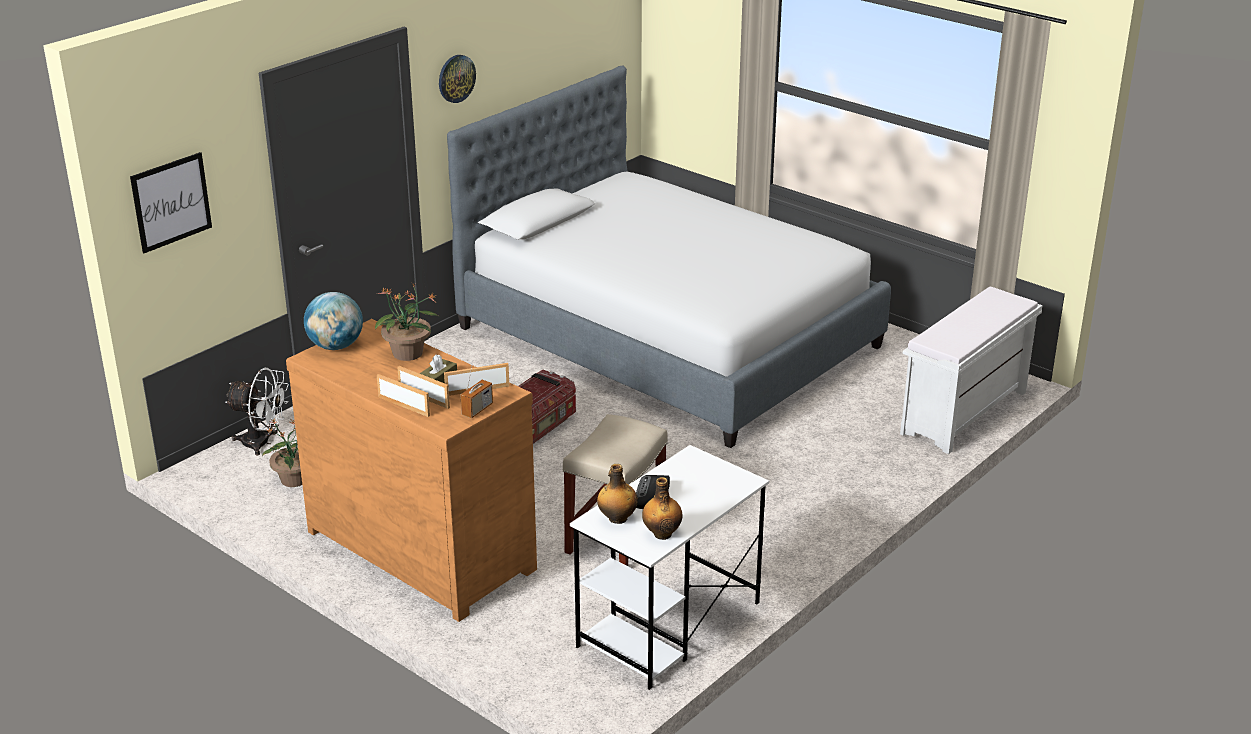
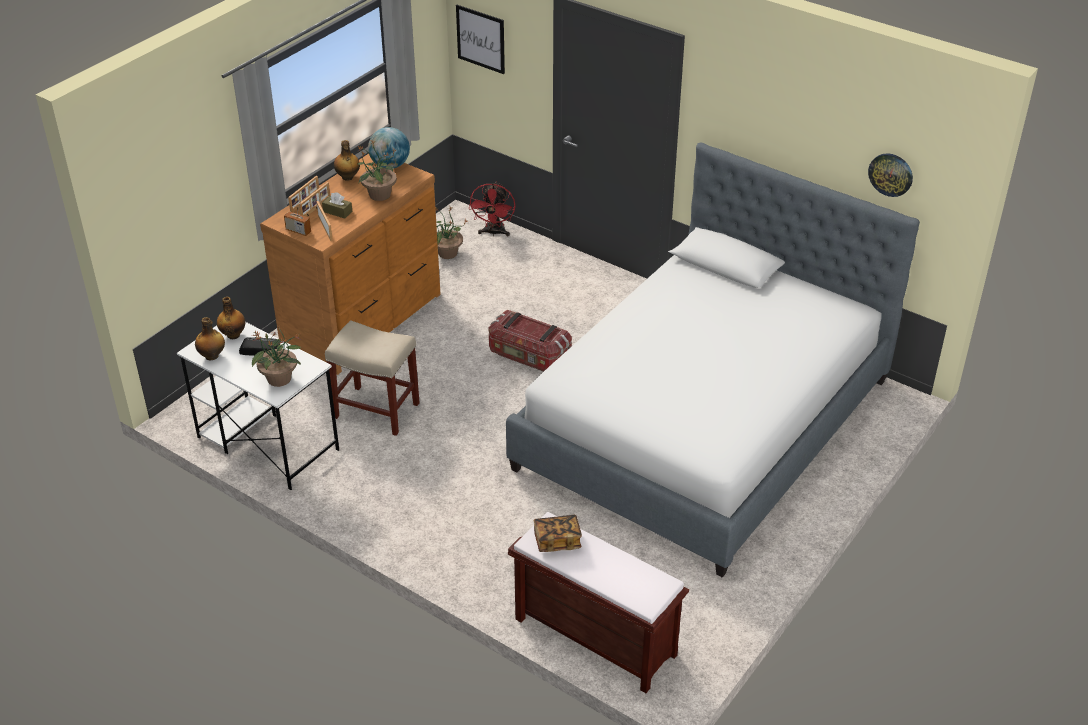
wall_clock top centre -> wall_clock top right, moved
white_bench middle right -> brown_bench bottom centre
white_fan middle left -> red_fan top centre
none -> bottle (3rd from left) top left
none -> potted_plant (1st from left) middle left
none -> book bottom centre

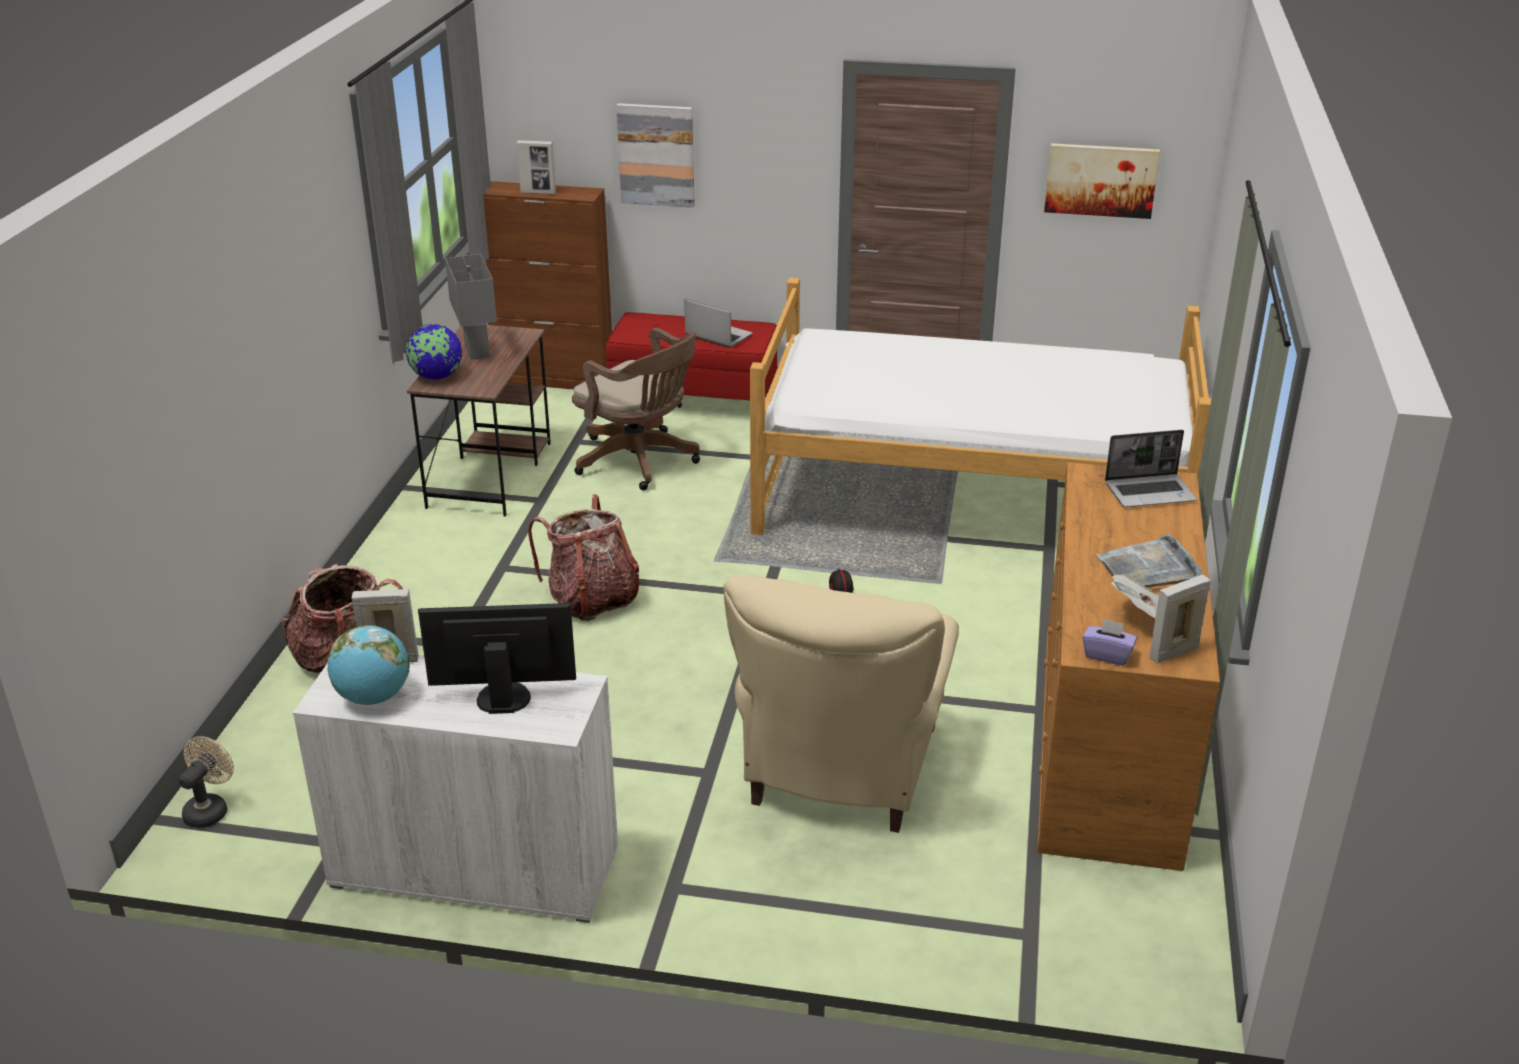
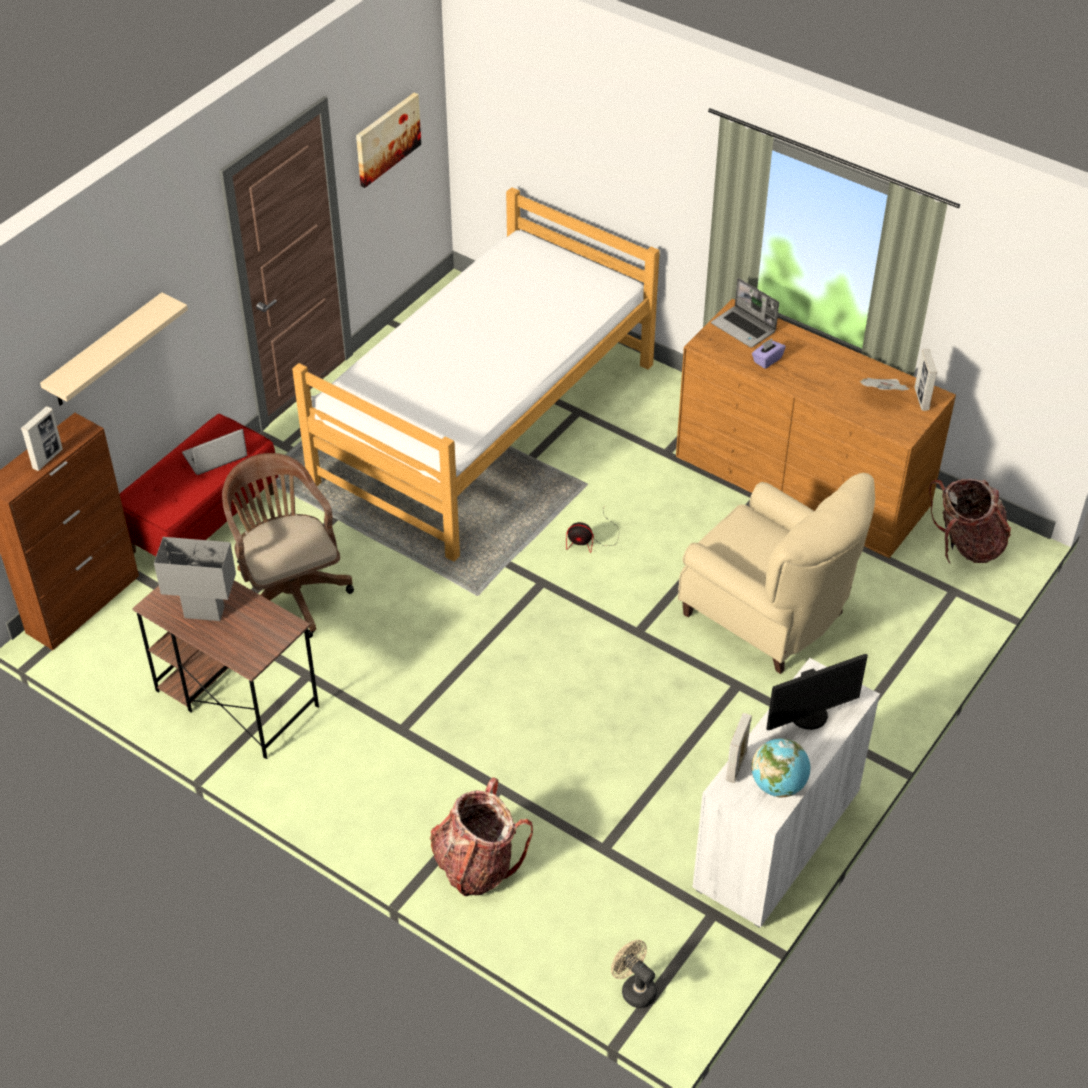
picture (1st from left) top centre -> beige_shelf top left
globe (2nd from left) top left -> none
brown_office_chair centre -> brown_office_chair middle left, 90 degrees counterclockwise
laptop (2nd from left) middle right -> laptop (2nd from left) top right, 120 degrees clockwise
backpack (2nd from left) centre -> backpack (2nd from left) middle right, moved
grey_tray middle right -> none
monitor middle left -> monitor middle right, 135 degrees counterclockwise
purple_tissue_box middle right -> purple_tissue_box top right, moved

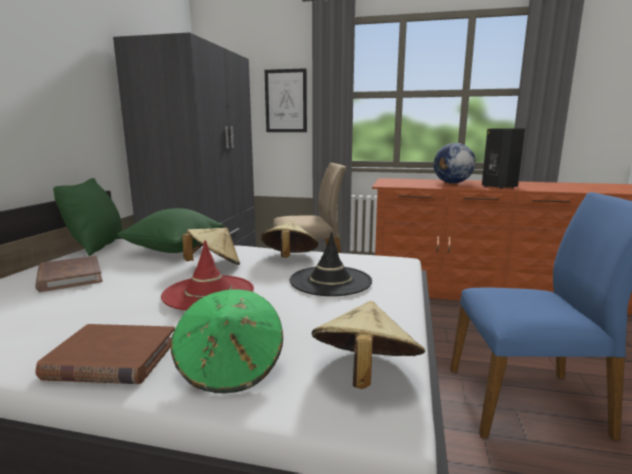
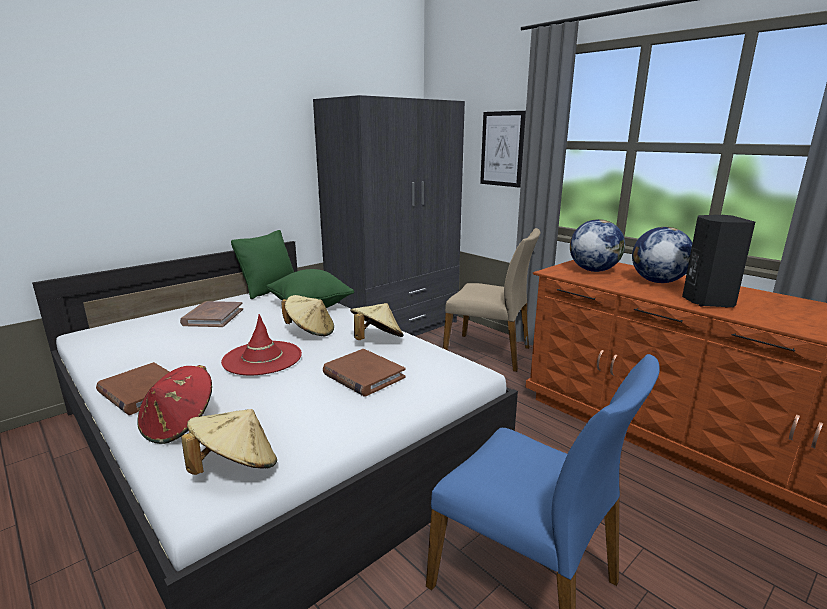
black_hat centre -> brown_book (3rd from left) centre
green_hat bottom centre -> red_hat (1st from left) middle left
none -> globe (1st from left) middle right

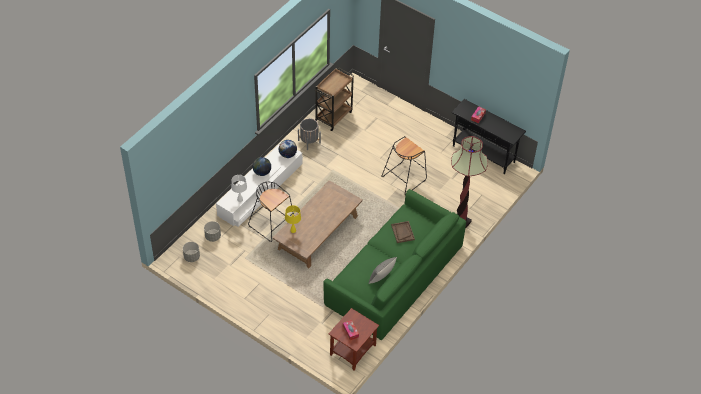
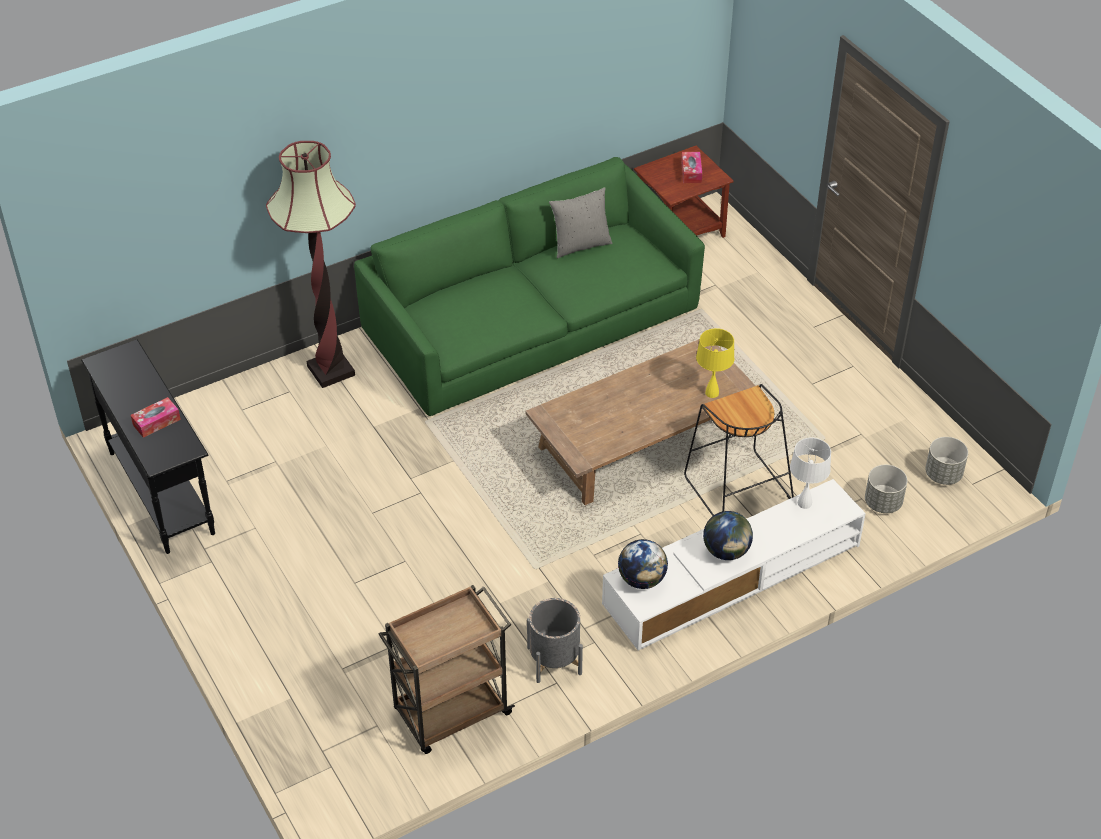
black_stool (2nd from left) centre -> none
brown_tray centre -> none

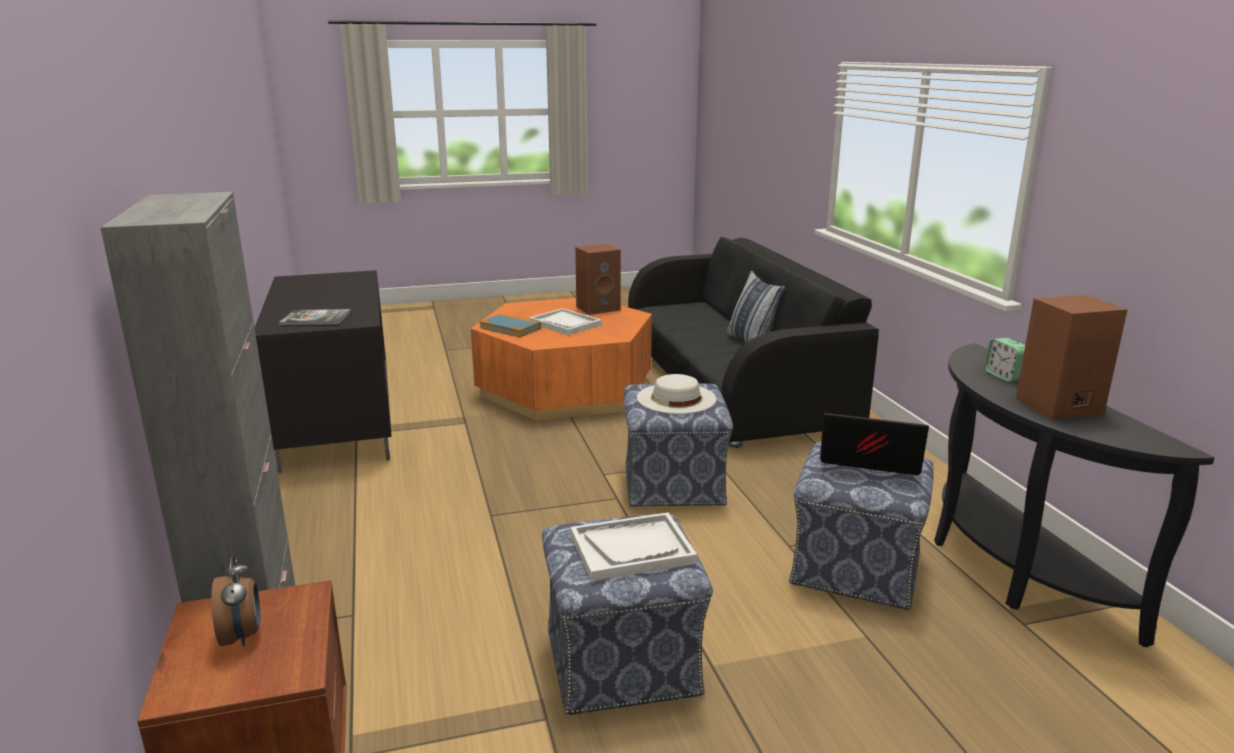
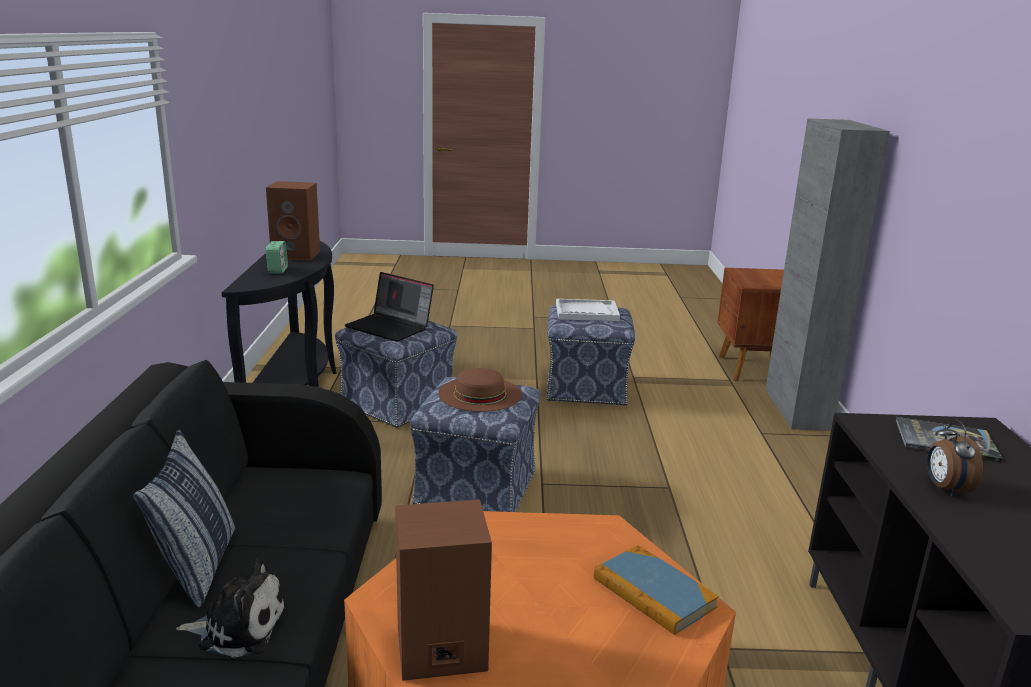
white_tray (1st from left) centre -> none
white_hat centre -> brown_hat centre
alarm_clock (1st from left in the first image) bottom left -> alarm_clock (2nd from left) bottom right, moved
none -> plush_toy bottom left

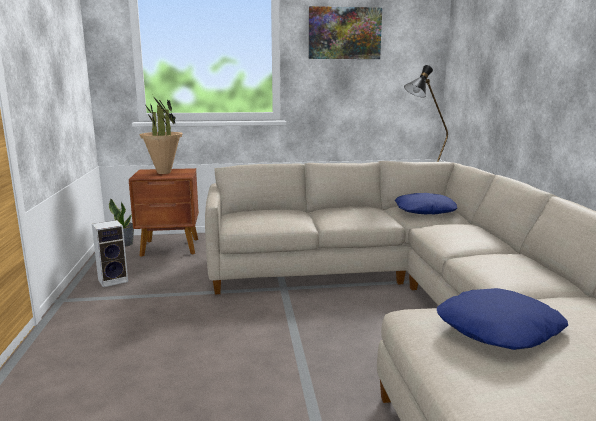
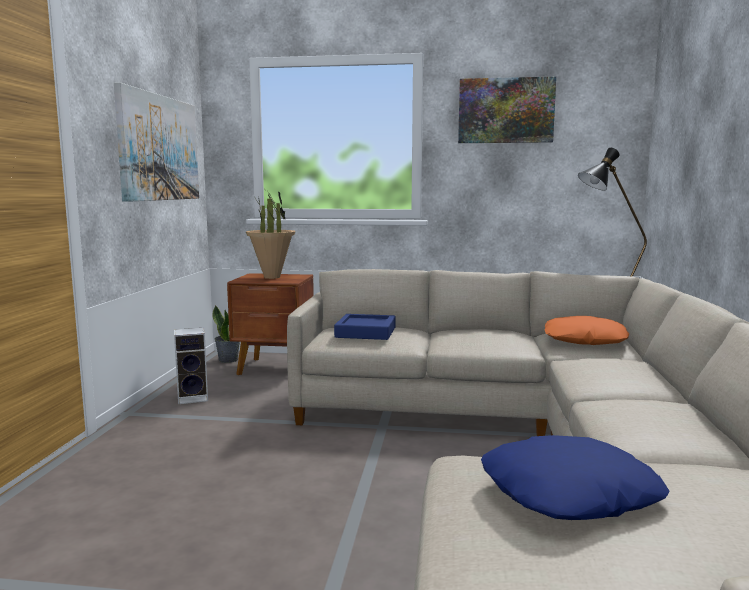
blue_pillow (1st from left) middle right -> orange_pillow middle right
none -> picture (1st from left) top left
none -> blue_tray centre

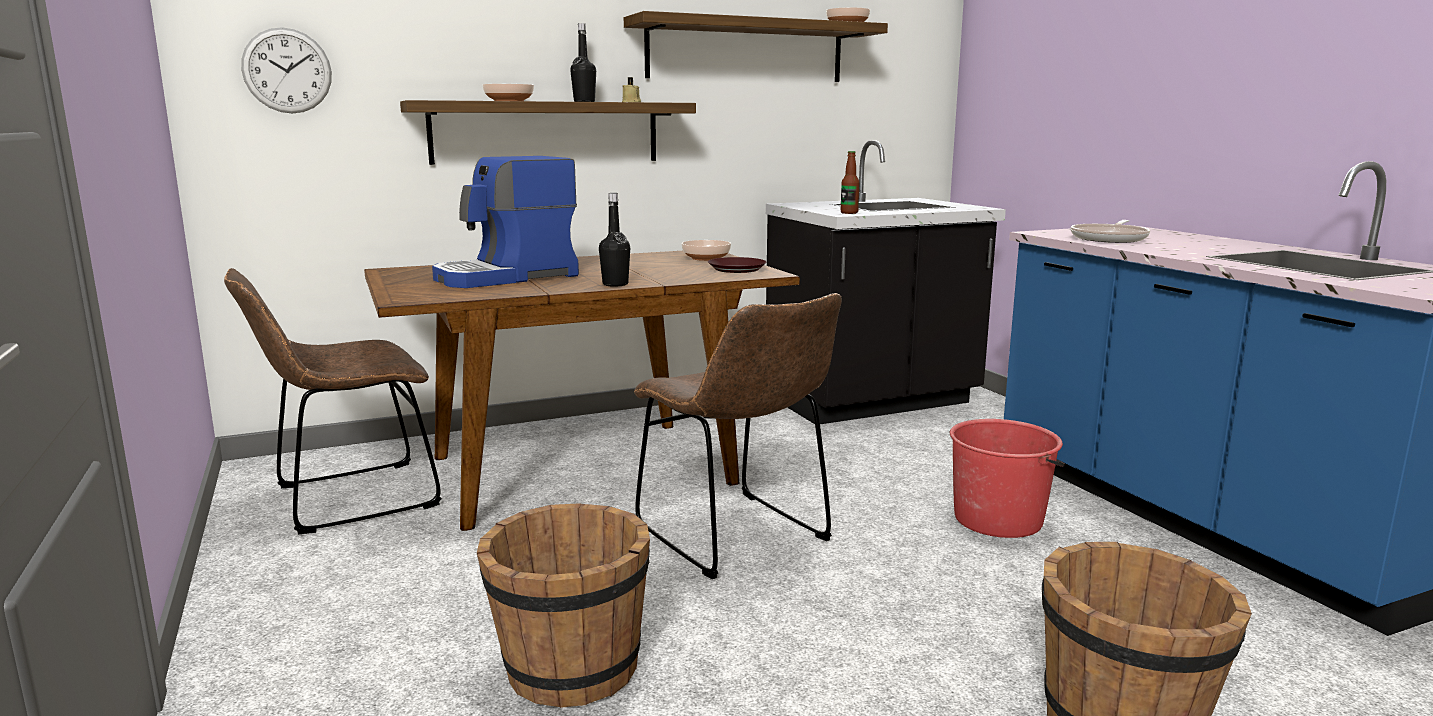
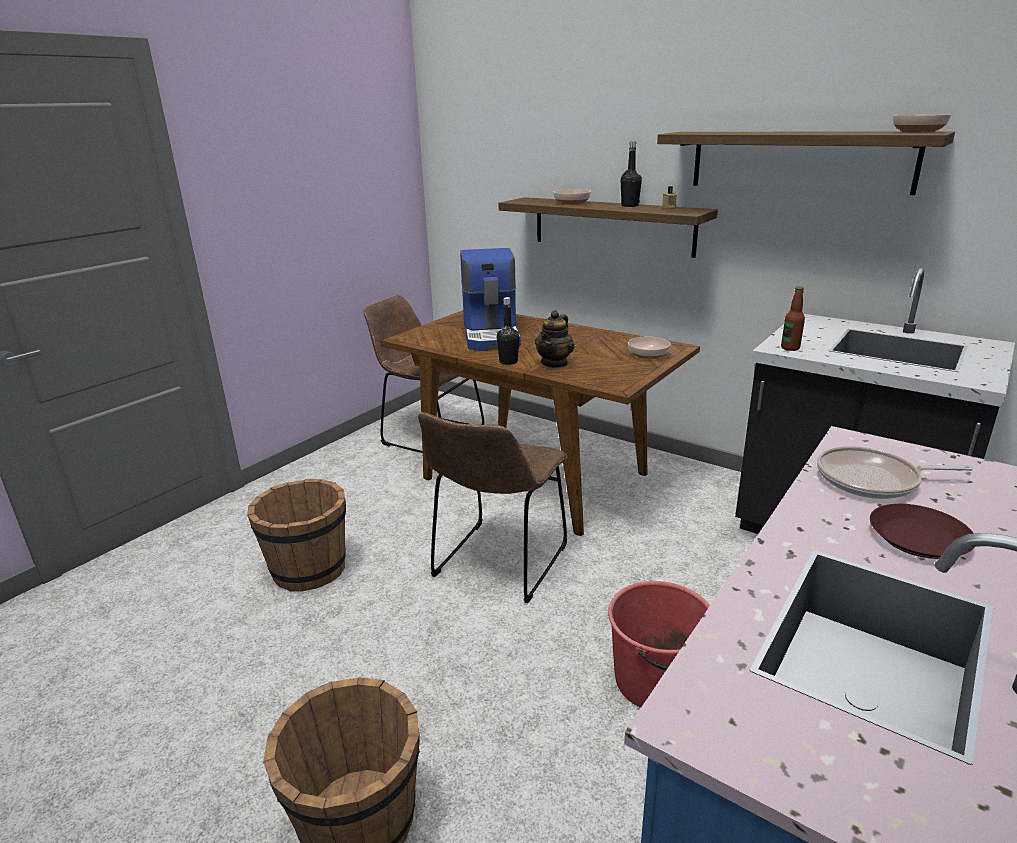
wall_clock top left -> none
coffee_machine top centre -> coffee_machine centre, 120 degrees counterclockwise
brown_plate centre -> brown_plate middle right, moved
none -> teapot centre

